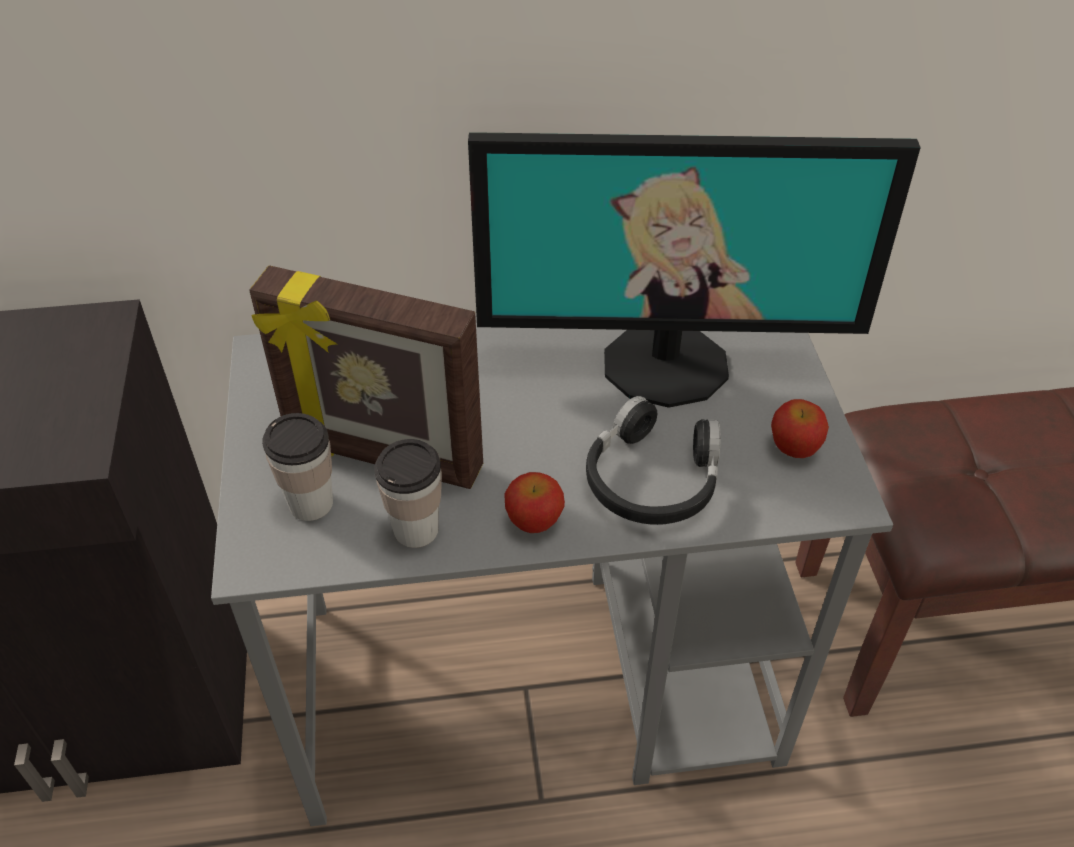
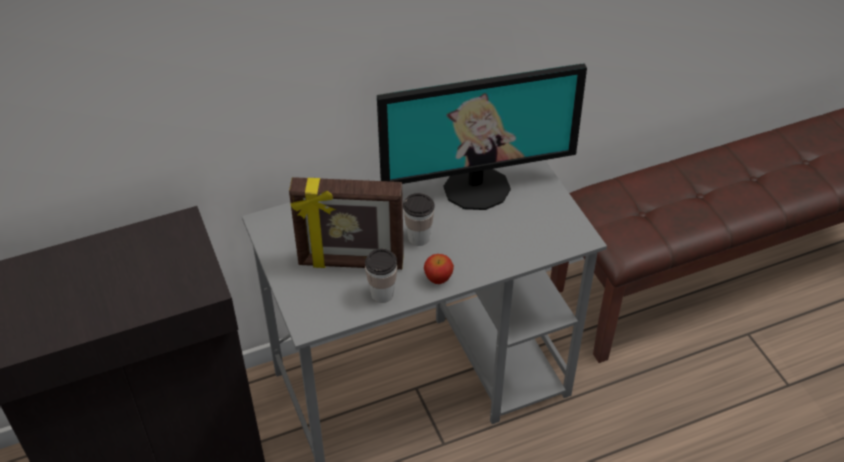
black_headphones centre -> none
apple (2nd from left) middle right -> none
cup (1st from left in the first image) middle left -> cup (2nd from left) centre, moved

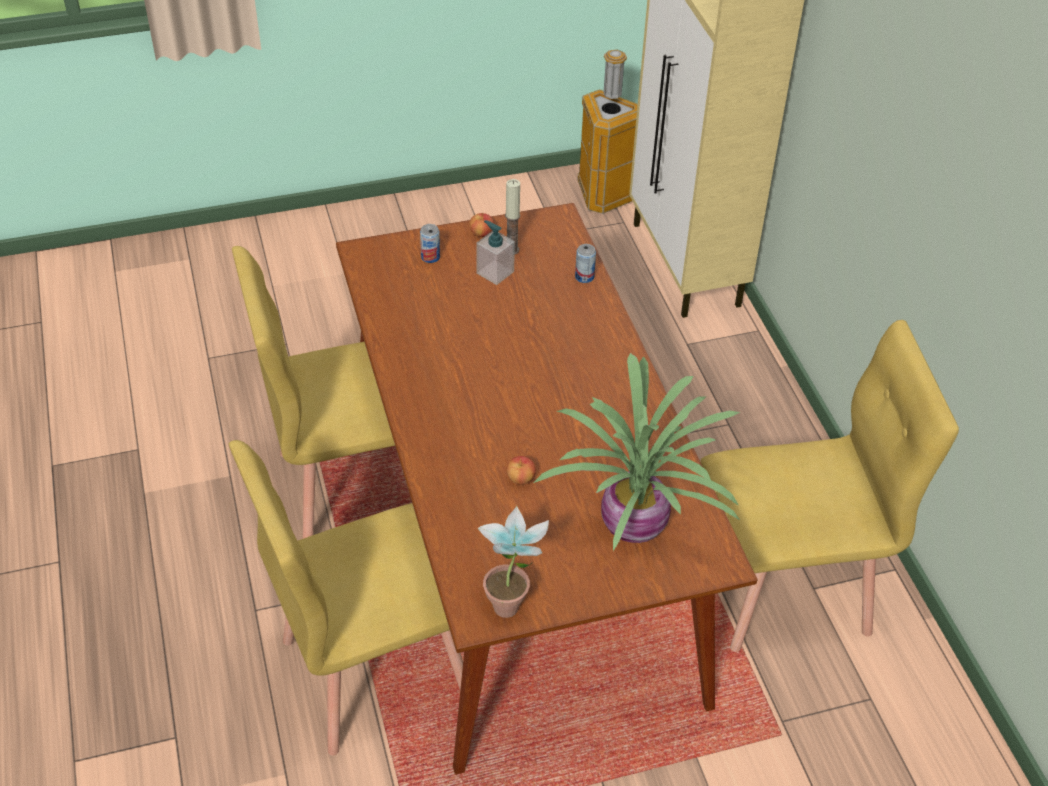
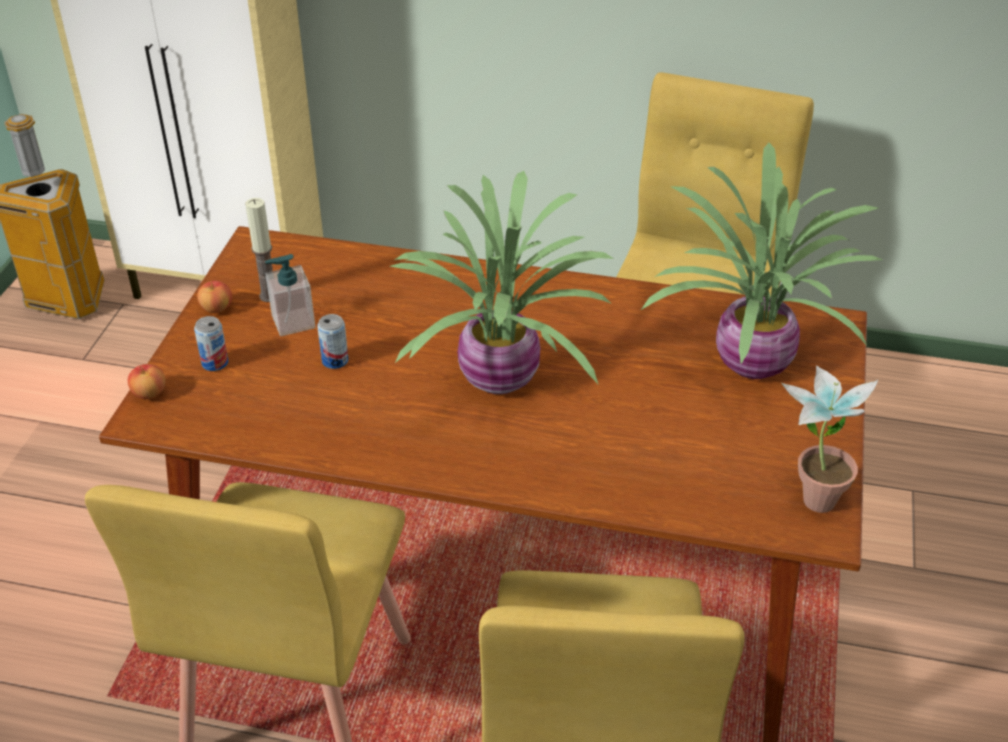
can (2nd from left) centre -> can (2nd from left) middle left, moved
apple (2nd from left in the first image) centre -> apple (1st from left) middle left, moved
none -> potted_plant (1st from left) centre

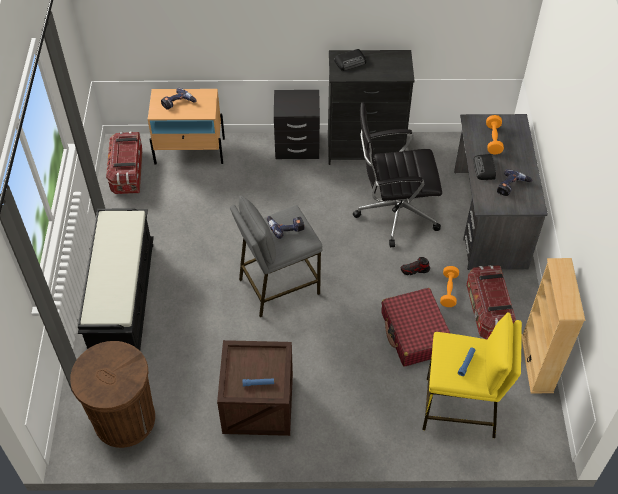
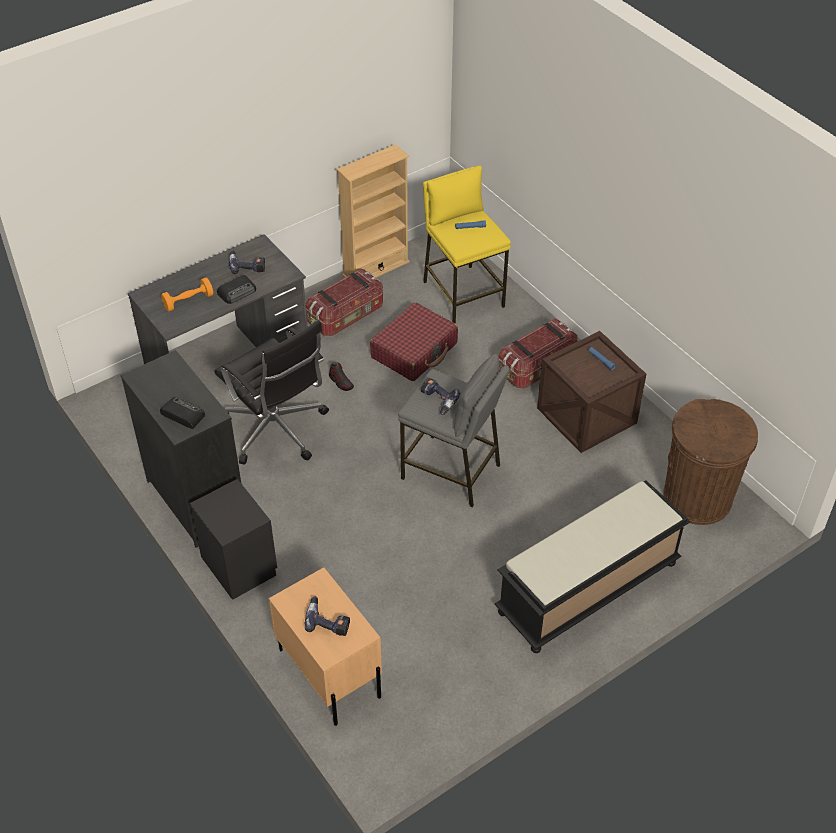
storage_box (1st from left in the first image) top left -> storage_box (2nd from left) centre, moved
orange_dumbbell (1st from left) middle right -> none

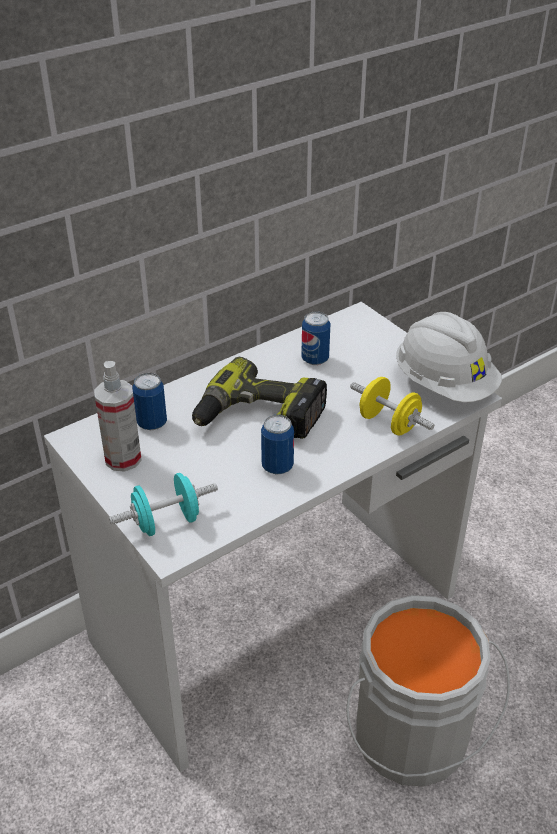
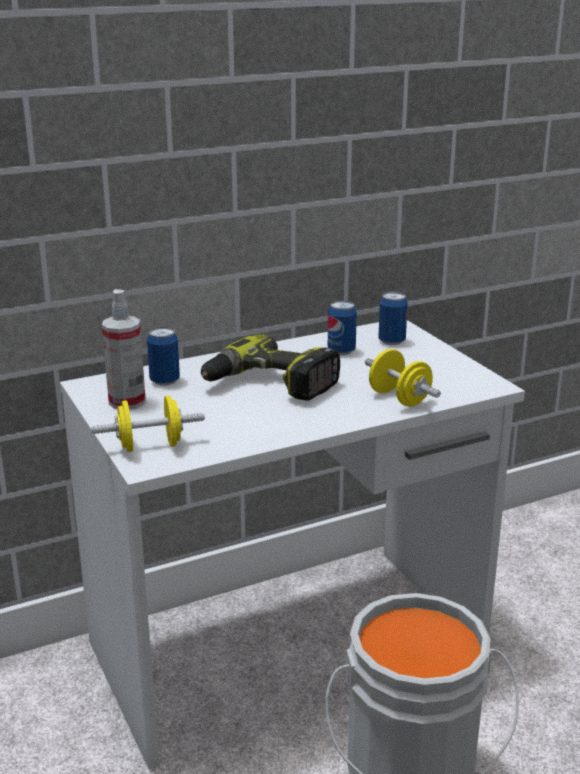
white_hard_hat middle right -> none
can (2nd from left in the first image) centre -> can (3rd from left) middle right, moved
turquoise_dumbbell middle left -> yellow_dumbbell (1st from left) middle left

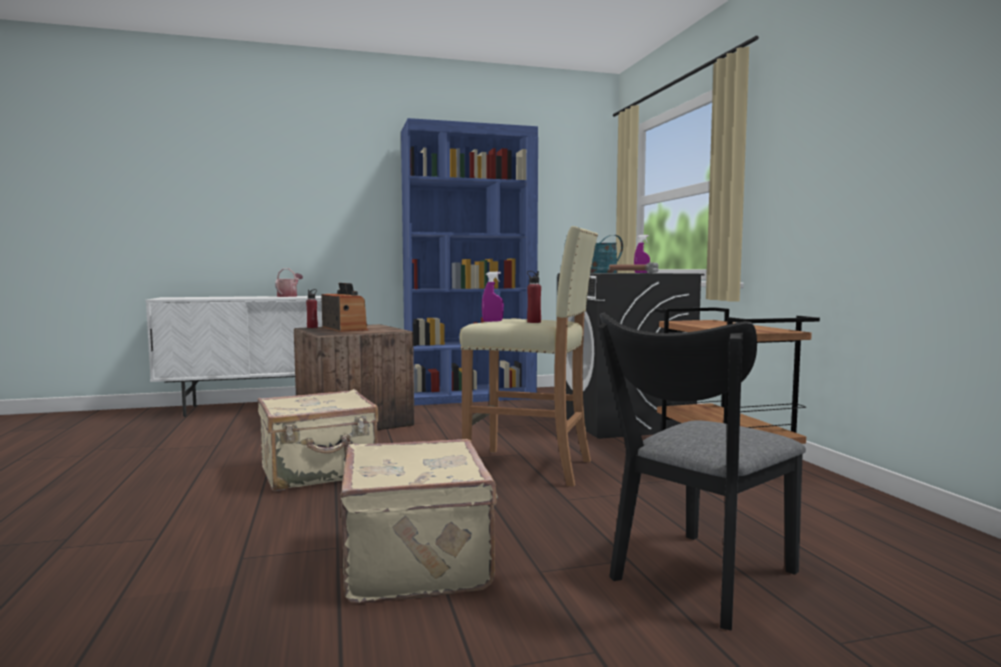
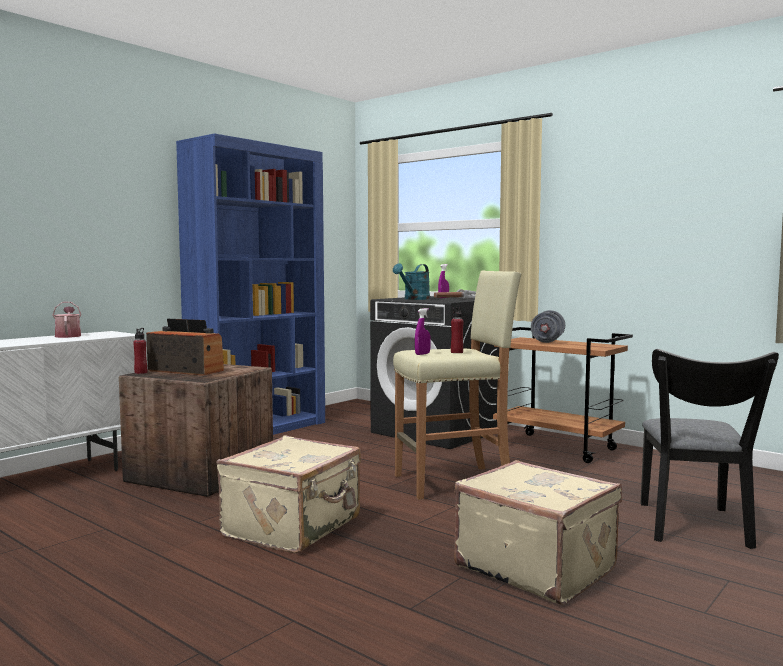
none -> grey_dumbbell middle right

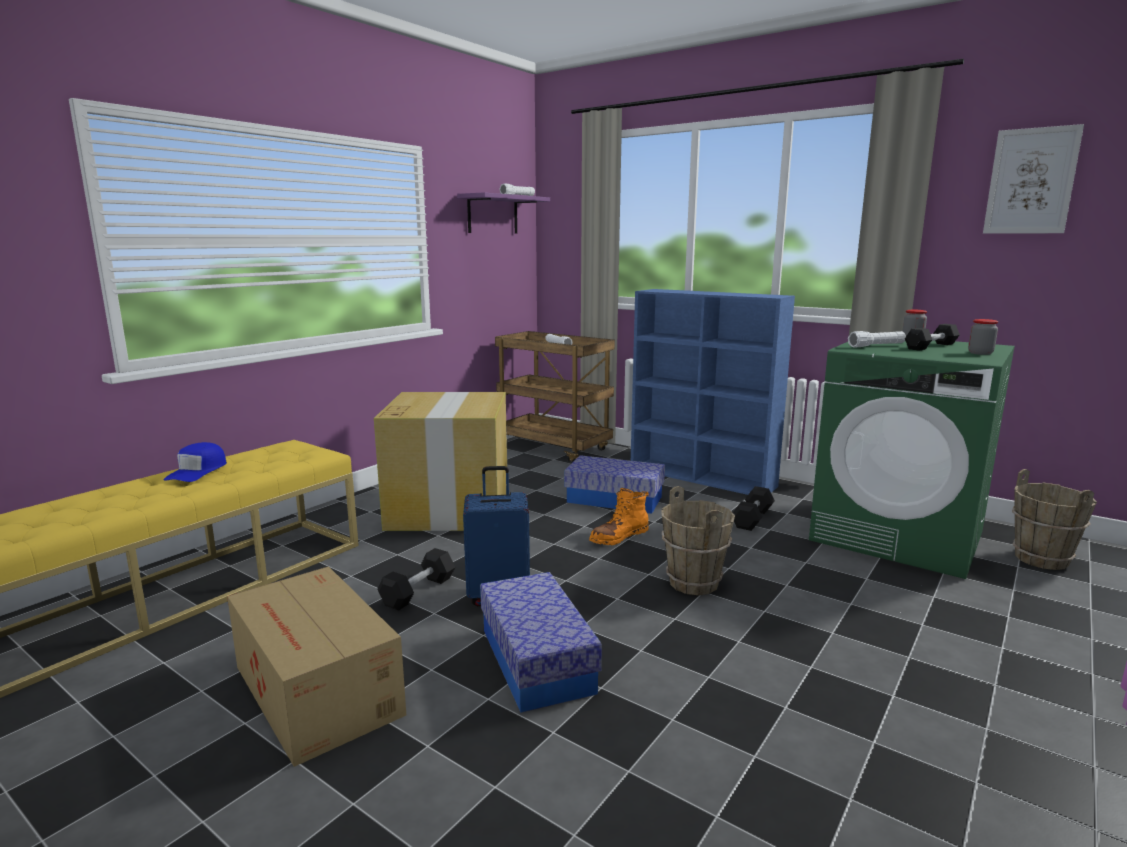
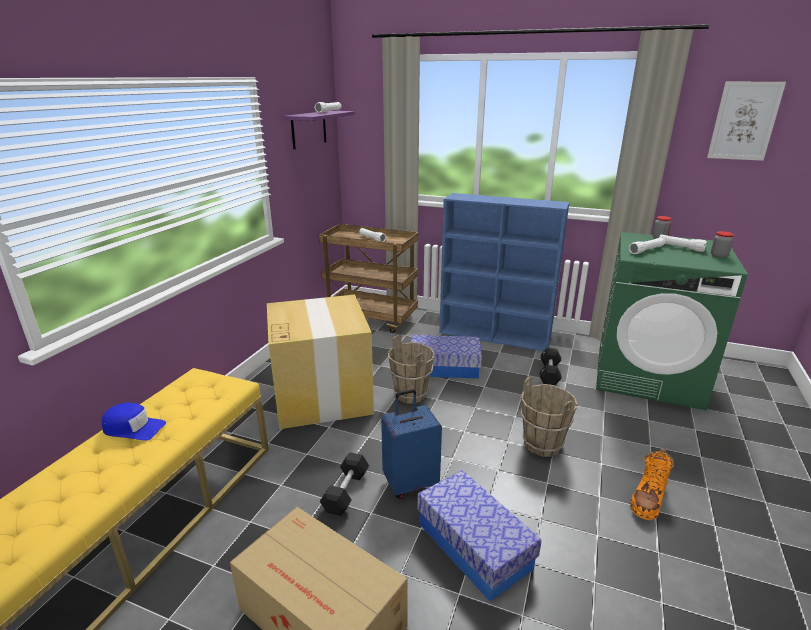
black_dumbbell (3rd from left) middle right -> white_flashlight (4th from left) middle right
blue_cap middle left -> blue_cap bottom left, 75 degrees counterclockwise
brown_bucket (2nd from left in the first image) middle right -> brown_bucket (1st from left) centre, moved
orange_boot centre -> orange_boot bottom right, moved

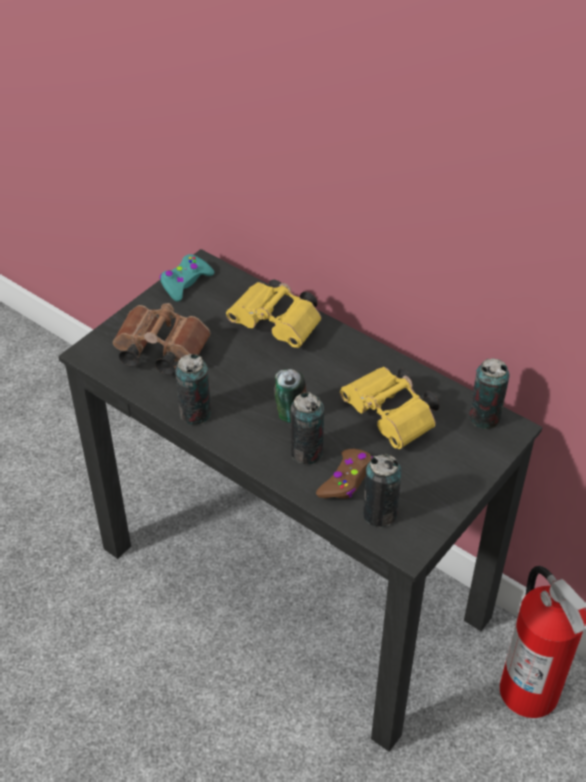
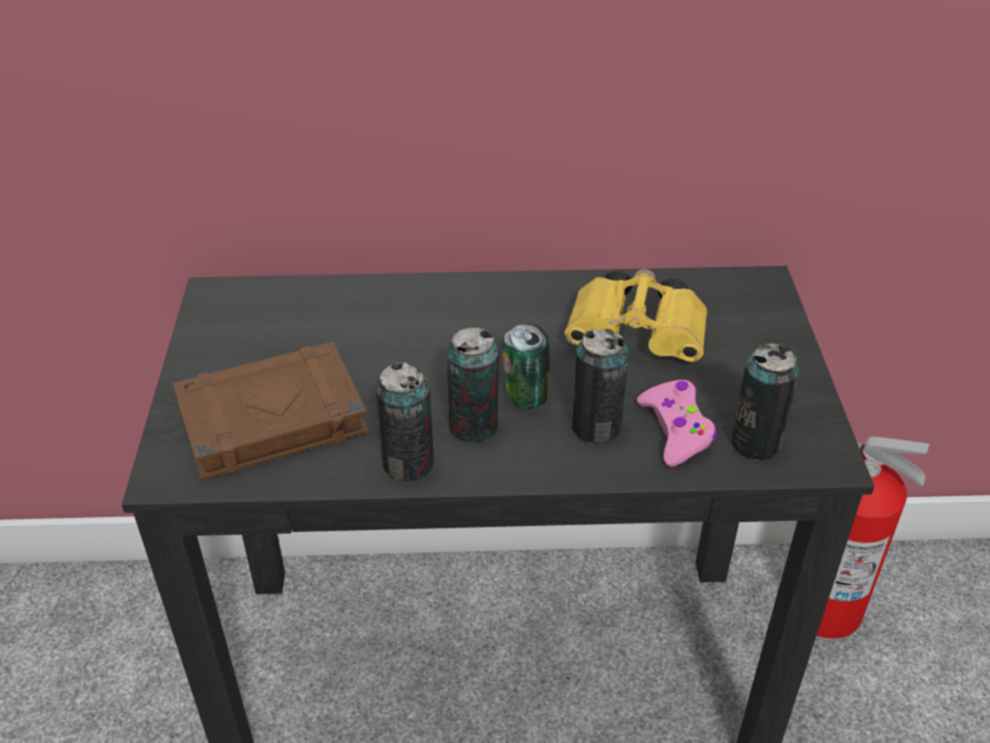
turquoise_game_controller middle left -> none
yellow_binoculars (1st from left) centre -> none
brown_binoculars middle left -> brown_book middle left
can (5th from left in the first image) middle right -> can (2nd from left) centre, moved
brown_game_controller centre -> pink_game_controller middle right

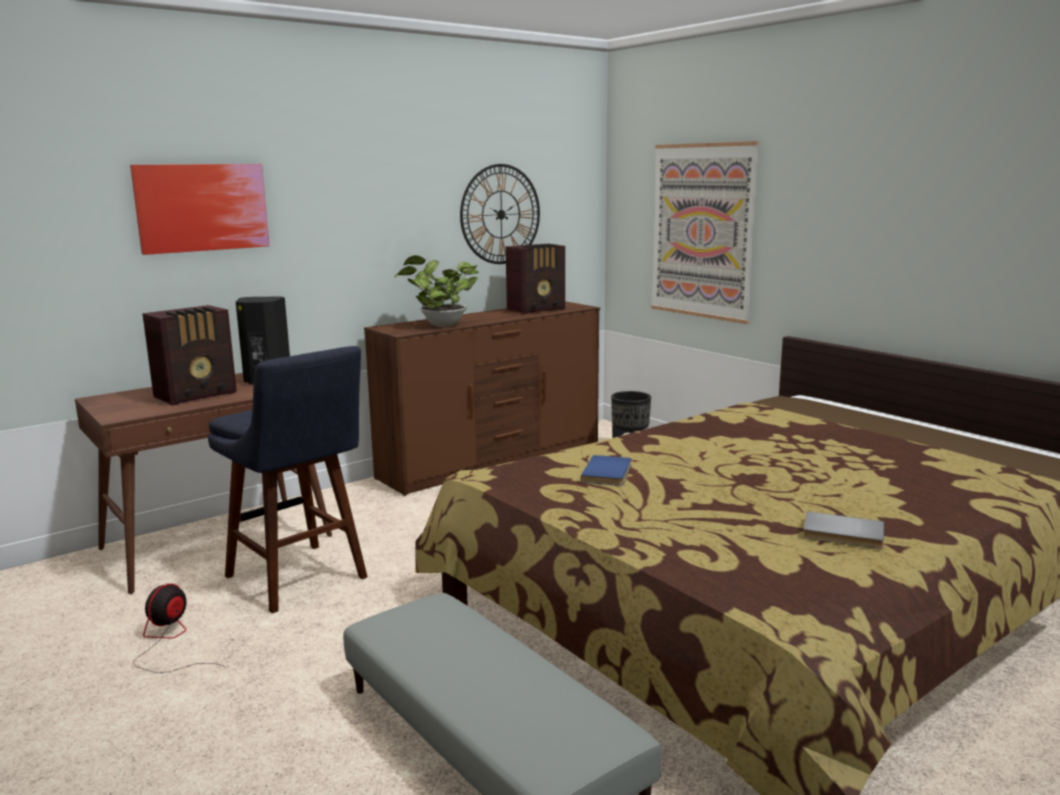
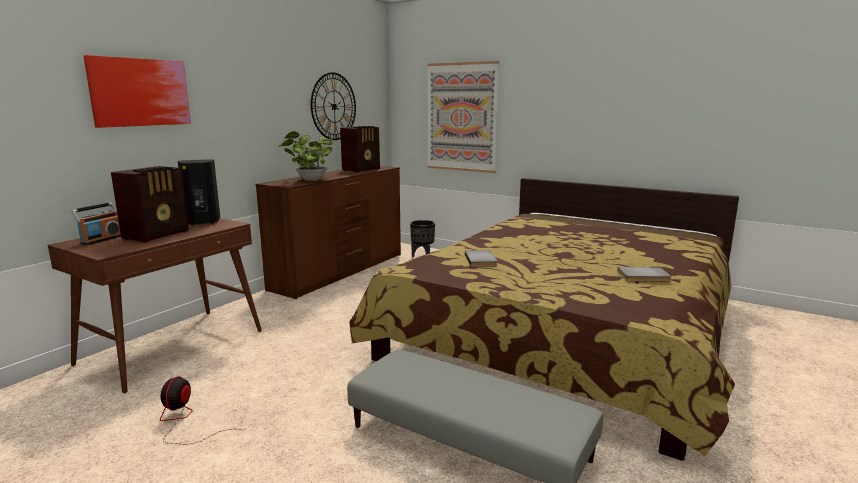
blue_stool middle left -> none
blue_book centre -> grey_book (1st from left) centre
none -> radio (1st from left) middle left

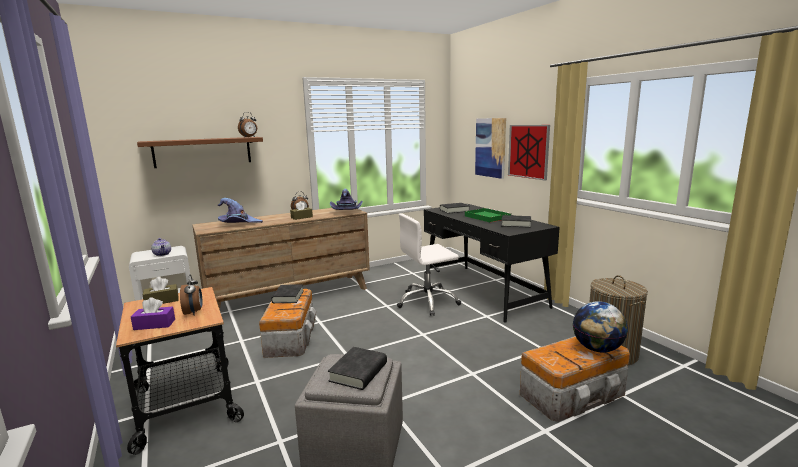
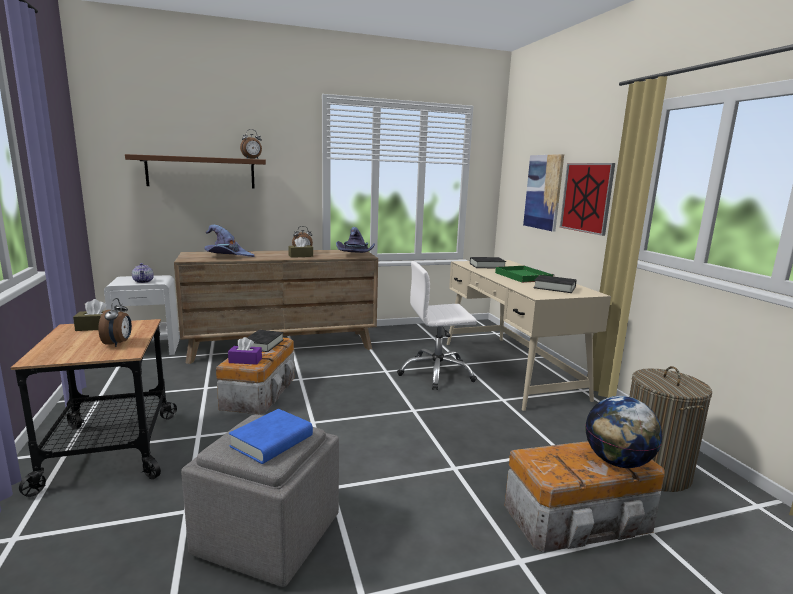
black_desk centre -> beige_desk middle right
purple_tissue_box bottom left -> purple_tissue_box middle left, moved
black_book (2nd from left) bottom centre -> blue_book bottom centre

